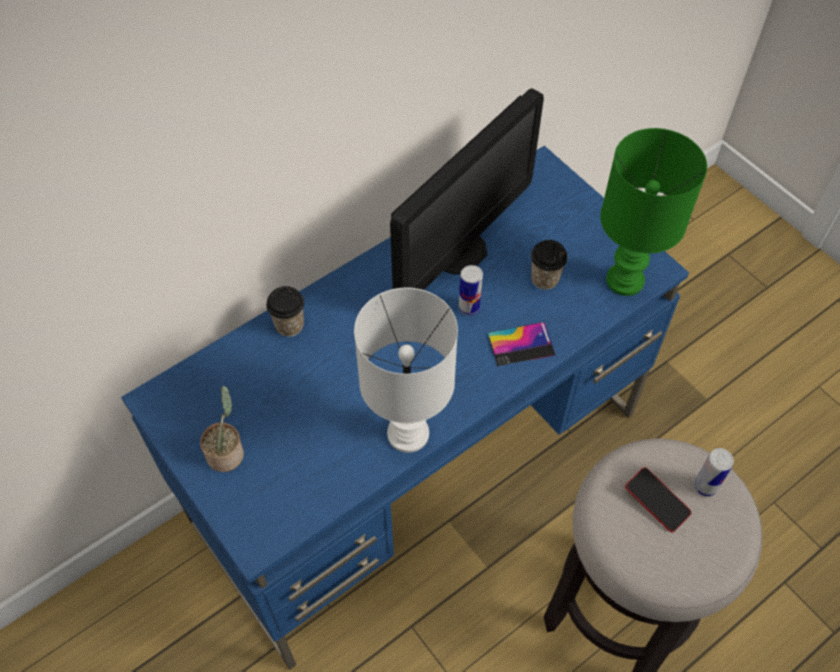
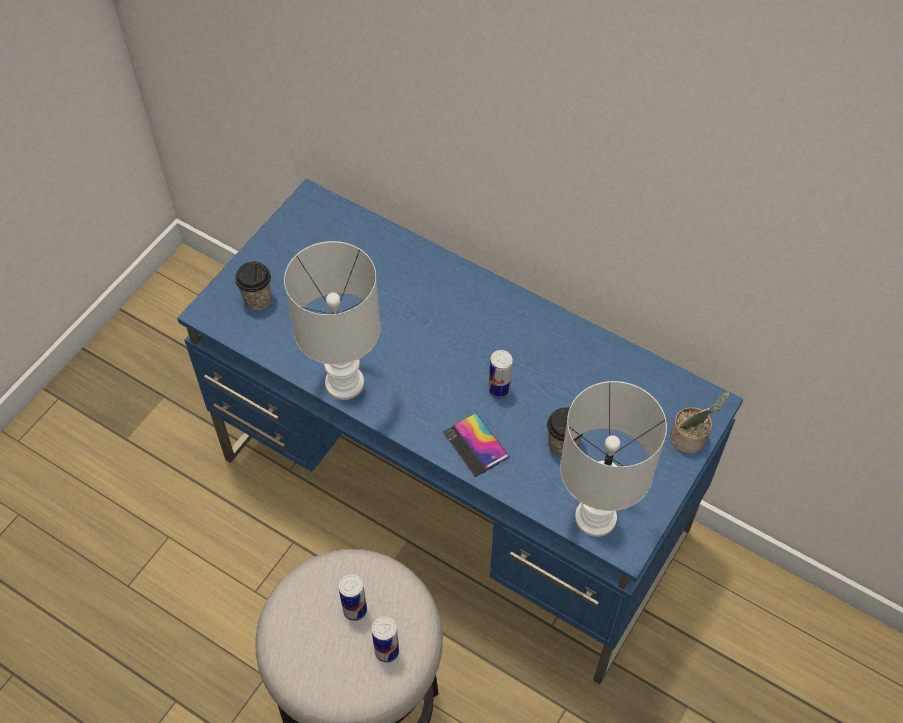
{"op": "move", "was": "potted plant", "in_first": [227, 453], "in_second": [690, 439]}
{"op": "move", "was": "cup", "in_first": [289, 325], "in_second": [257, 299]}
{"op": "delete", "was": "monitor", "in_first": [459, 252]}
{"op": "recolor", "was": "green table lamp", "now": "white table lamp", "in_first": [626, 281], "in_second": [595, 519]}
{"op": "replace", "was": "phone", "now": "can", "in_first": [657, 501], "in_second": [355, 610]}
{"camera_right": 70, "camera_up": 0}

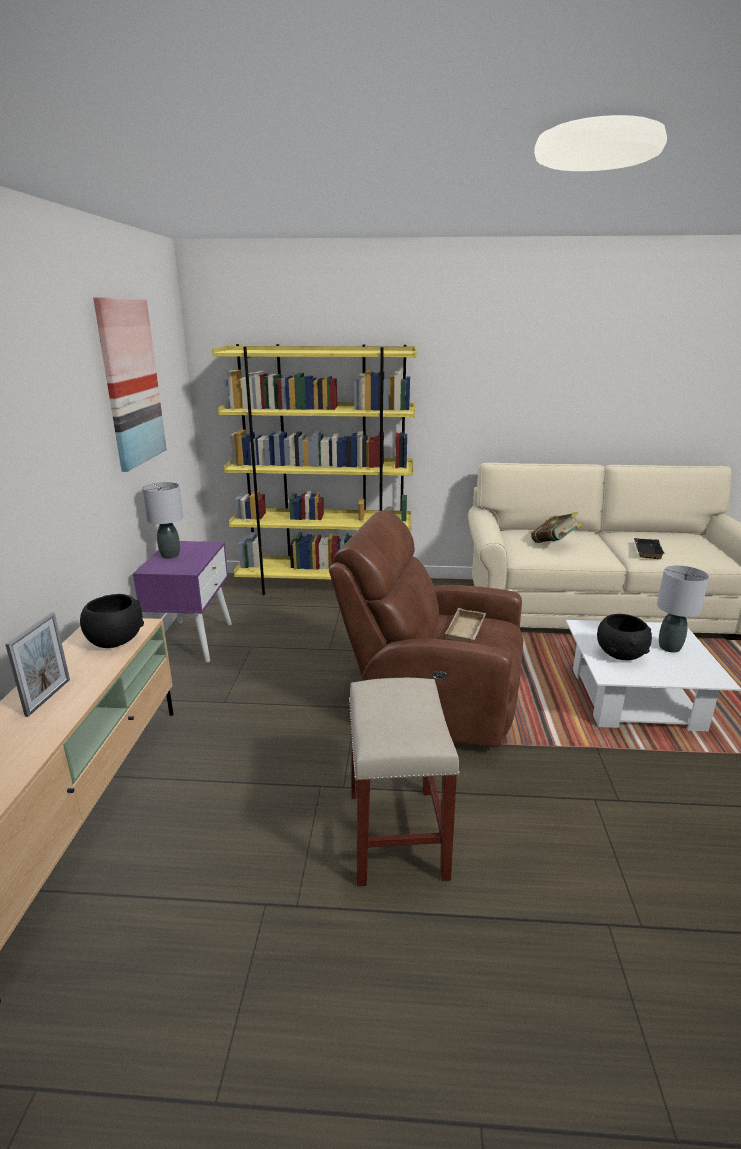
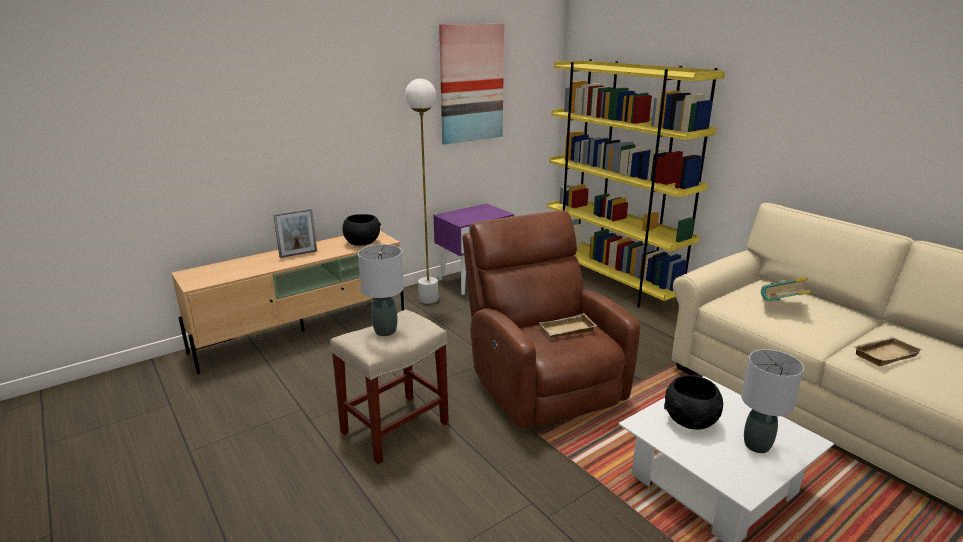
{"op": "move", "was": "grey table lamp", "in_first": [170, 555], "in_second": [385, 331]}
{"op": "recolor", "was": "black tray", "now": "beige tray", "in_first": [646, 551], "in_second": [884, 354]}
{"op": "insert", "now": "white floor lamp", "in_second": [428, 299]}
{"camera_right": 50, "camera_up": 0}

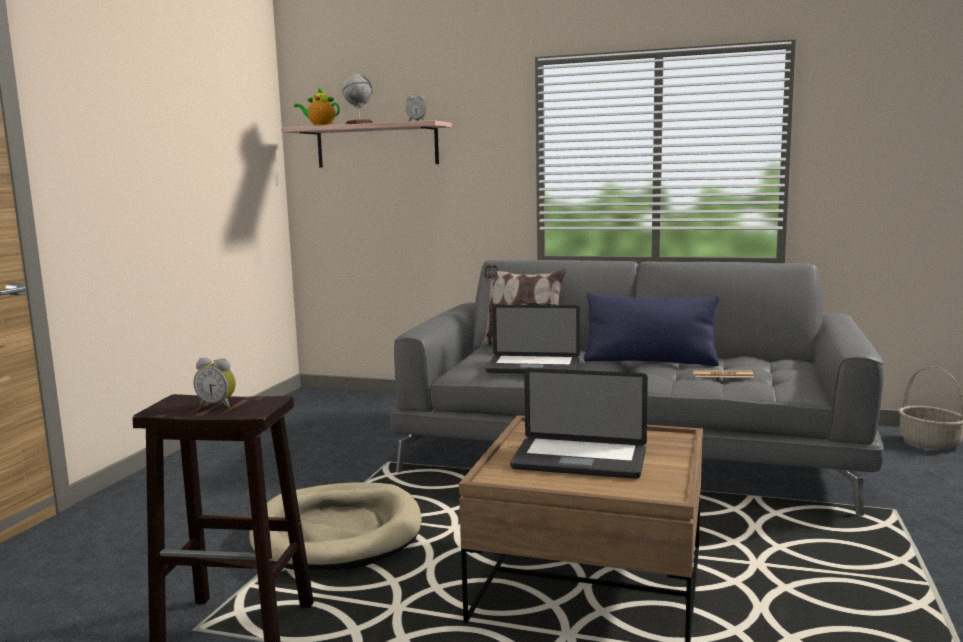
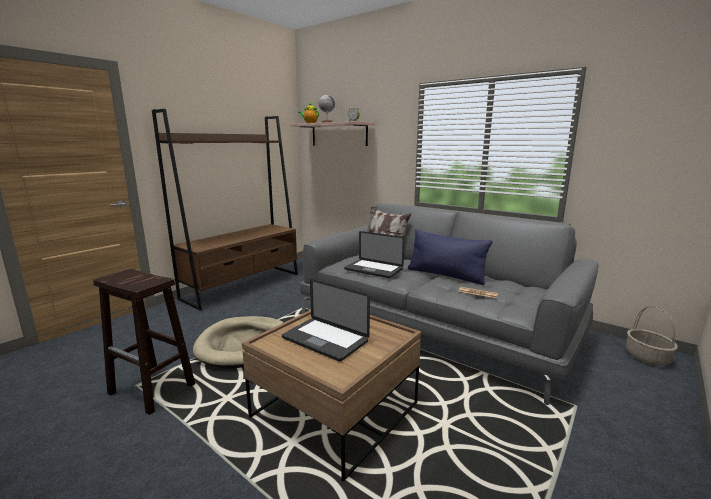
{"op": "delete", "was": "alarm clock", "in_first": [218, 405]}
{"op": "insert", "now": "brown bookcase", "in_second": [243, 286]}
{"camera_right": 20, "camera_up": 5}

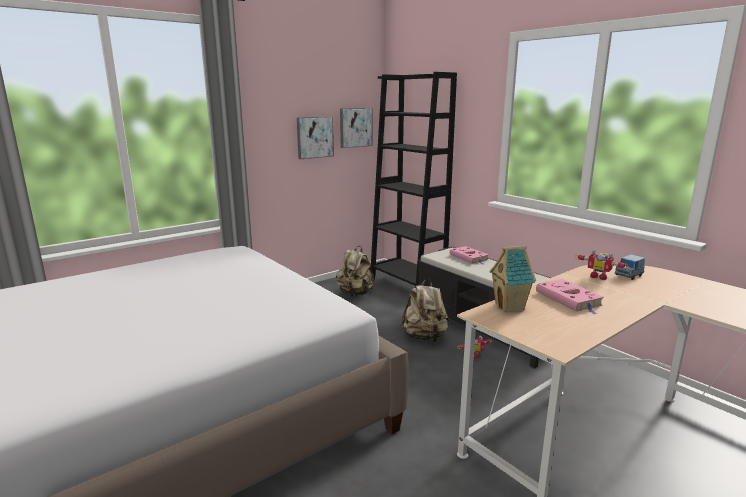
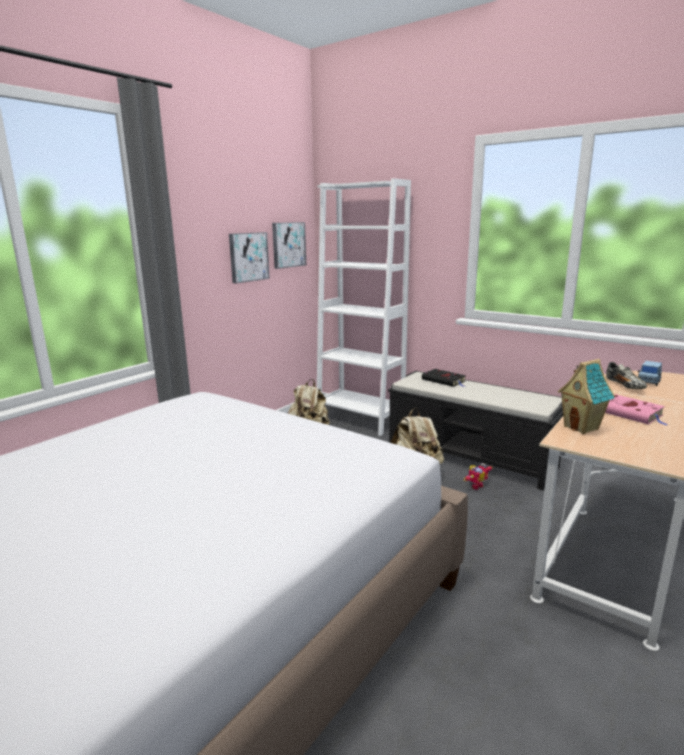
{"op": "recolor", "was": "black bookcase", "now": "white bookcase", "in_first": [407, 286], "in_second": [360, 419]}
{"op": "recolor", "was": "pink book", "now": "black book", "in_first": [469, 257], "in_second": [444, 381]}
{"op": "replace", "was": "toy robot", "now": "shoe", "in_first": [599, 276], "in_second": [624, 386]}
{"camera_right": -15, "camera_up": 0}

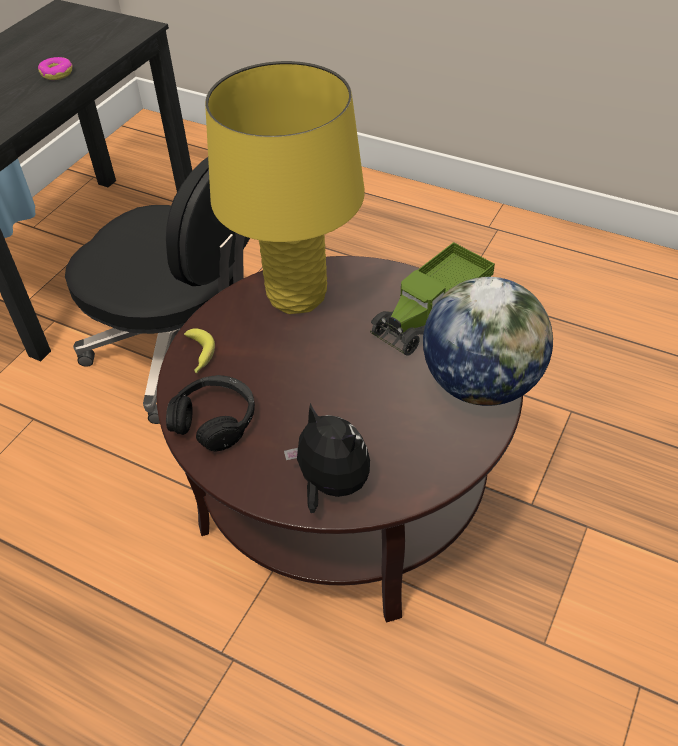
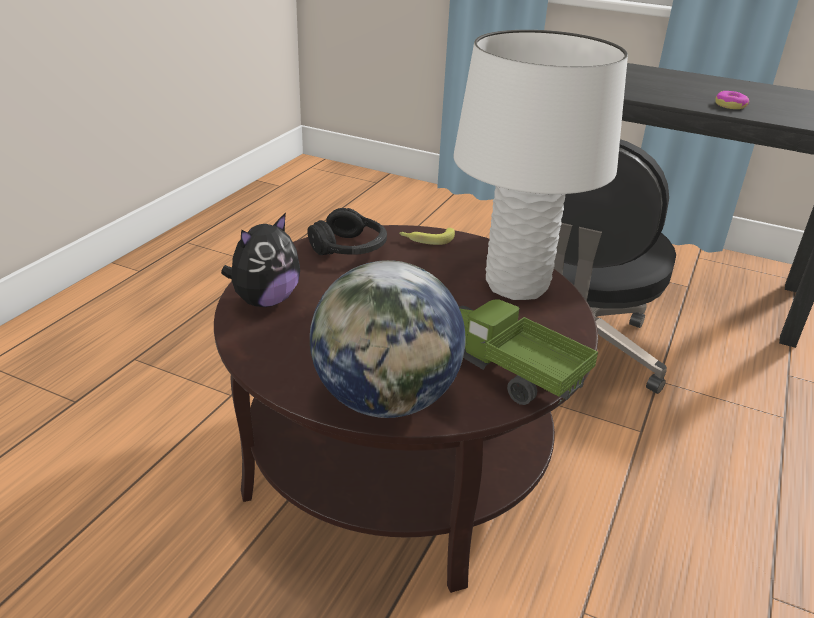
{"op": "recolor", "was": "yellow table lamp", "now": "white table lamp", "in_first": [296, 296], "in_second": [516, 285]}
{"camera_right": 85, "camera_up": -15}

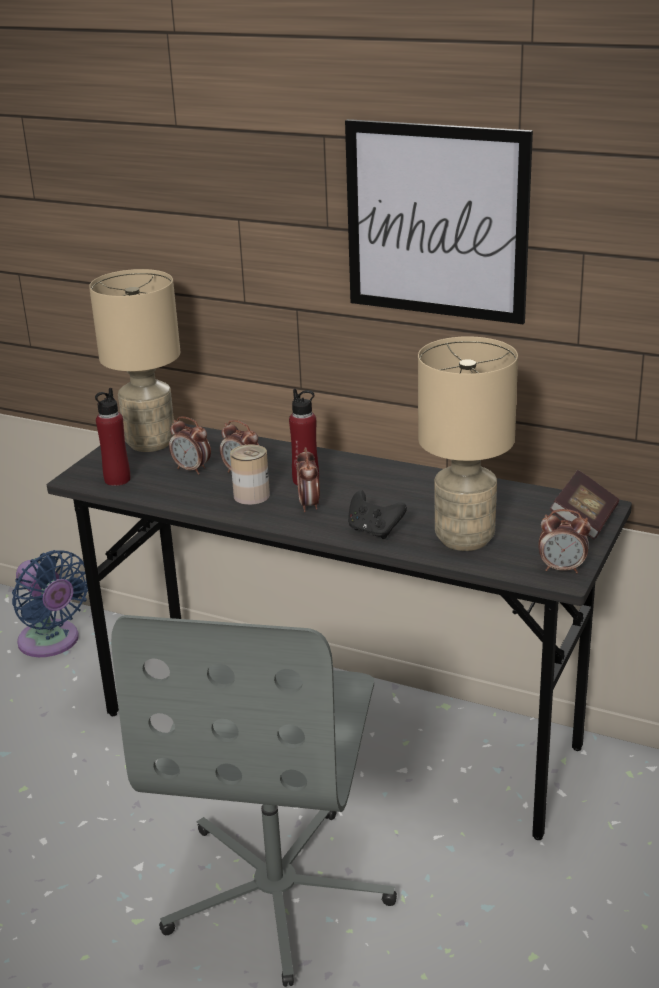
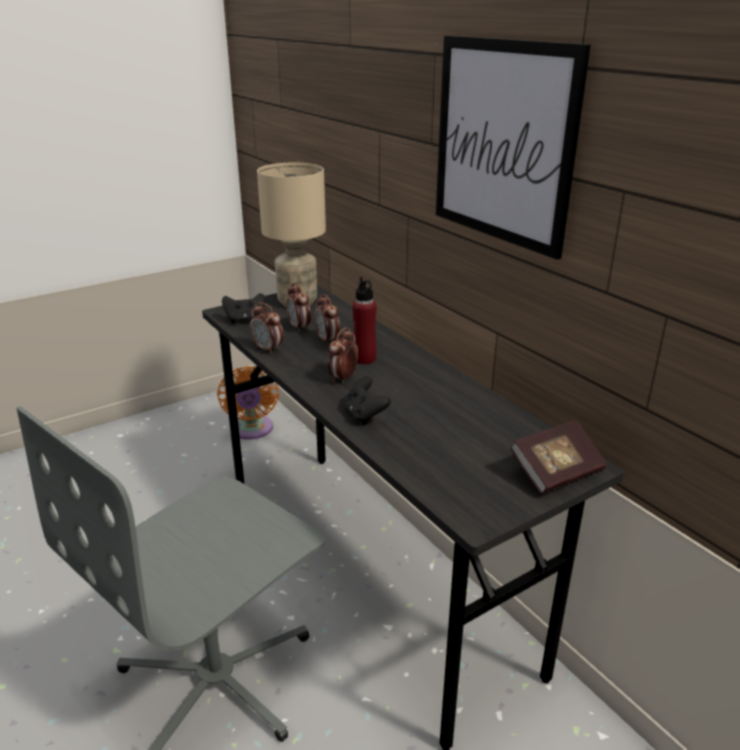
{"op": "recolor", "was": "blue fan", "now": "orange fan", "in_first": [52, 642], "in_second": [252, 430]}
{"op": "replace", "was": "red bottle", "now": "black game controller", "in_first": [117, 479], "in_second": [245, 319]}
{"op": "delete", "was": "can", "in_first": [251, 495]}
{"op": "delete", "was": "beige table lamp", "in_first": [465, 538]}
{"op": "move", "was": "alarm clock", "in_first": [562, 568], "in_second": [268, 349]}
{"camera_right": 30, "camera_up": 0}

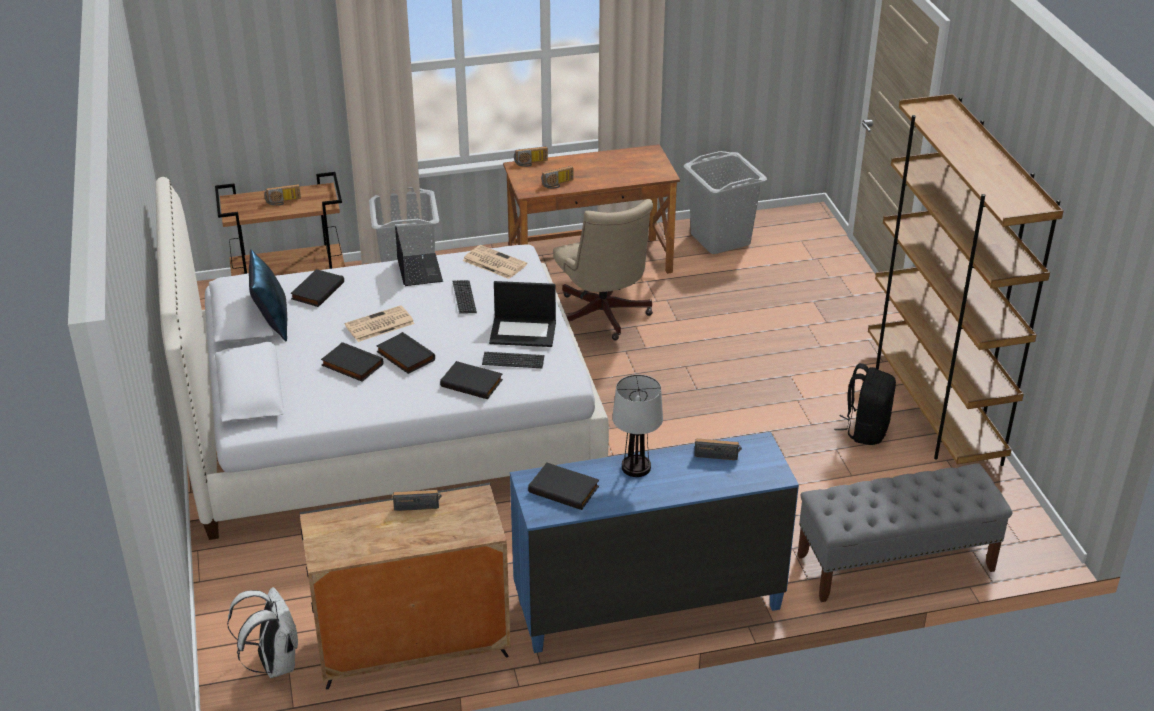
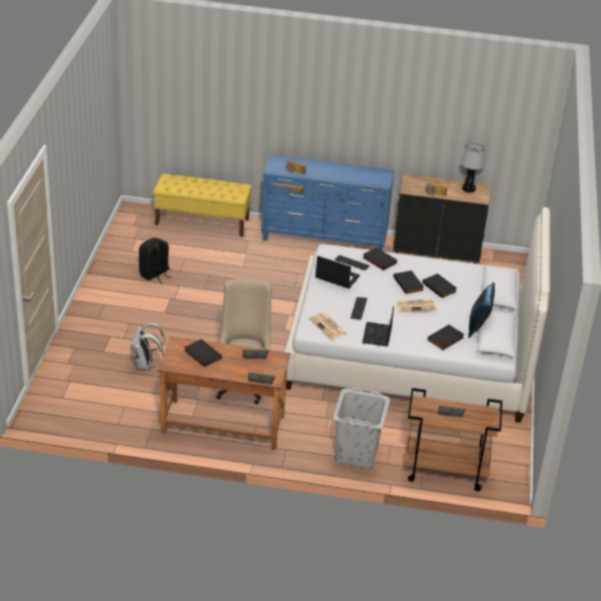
{"op": "move", "was": "white backpack", "in_first": [273, 663], "in_second": [145, 365]}
{"op": "move", "was": "black book", "in_first": [565, 488], "in_second": [202, 355]}
{"op": "move", "was": "table lamp", "in_first": [636, 467], "in_second": [468, 189]}
{"op": "delete", "was": "grey laundry basket", "in_first": [720, 239]}
{"op": "recolor", "was": "grey bench", "now": "yellow bench", "in_first": [895, 563], "in_second": [202, 222]}
{"op": "delete", "was": "brown bookcase", "in_first": [933, 408]}
{"camera_right": -160, "camera_up": 0}

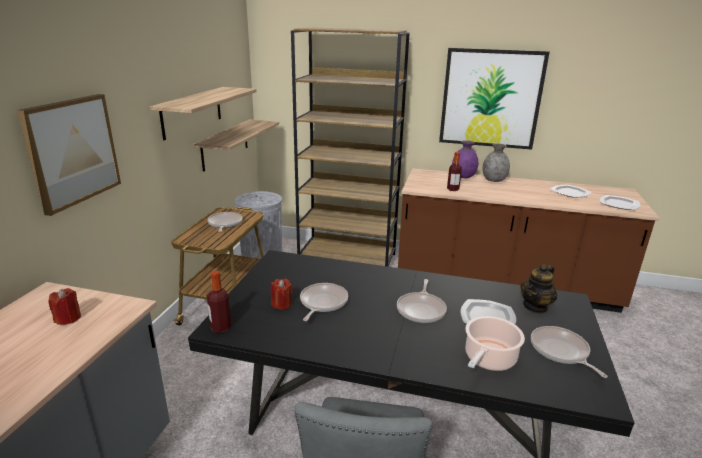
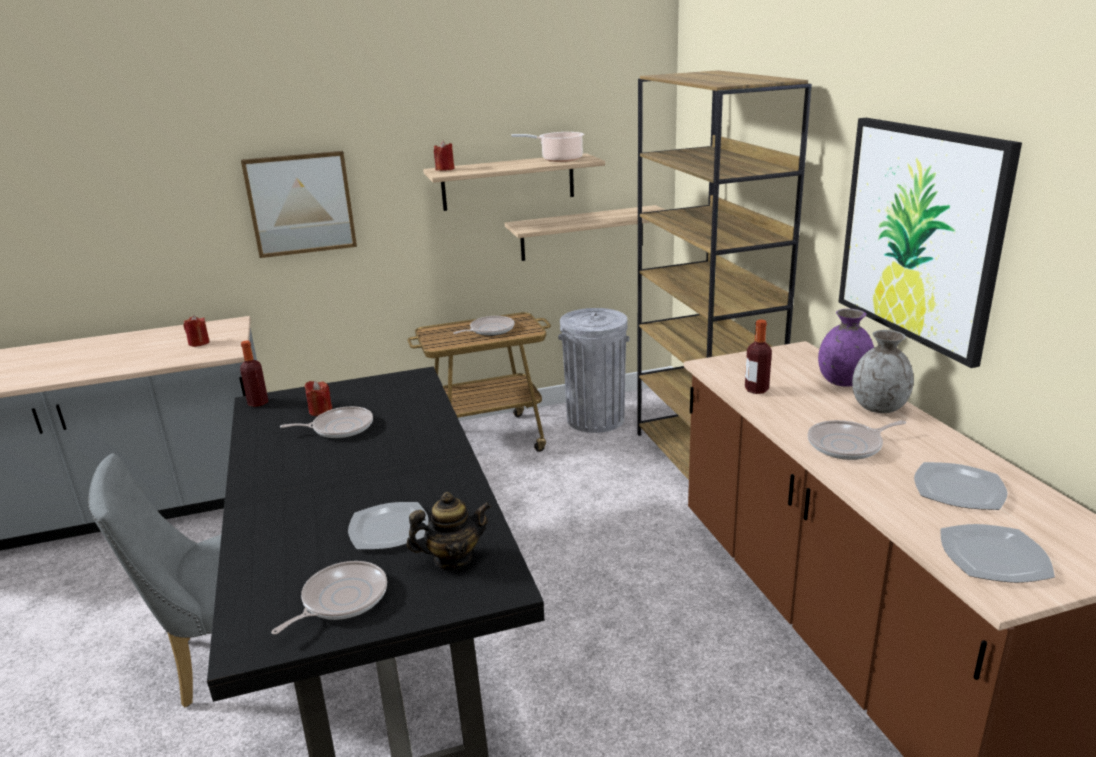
{"op": "move", "was": "frying pan", "in_first": [421, 309], "in_second": [848, 445]}
{"op": "move", "was": "cooking pot", "in_first": [488, 359], "in_second": [559, 159]}
{"op": "rotate", "was": "teapot", "in_first": [535, 306], "in_second": [453, 559], "clockwise": 150}
{"op": "insert", "now": "red candle", "in_second": [445, 169]}
{"camera_right": 60, "camera_up": 0}

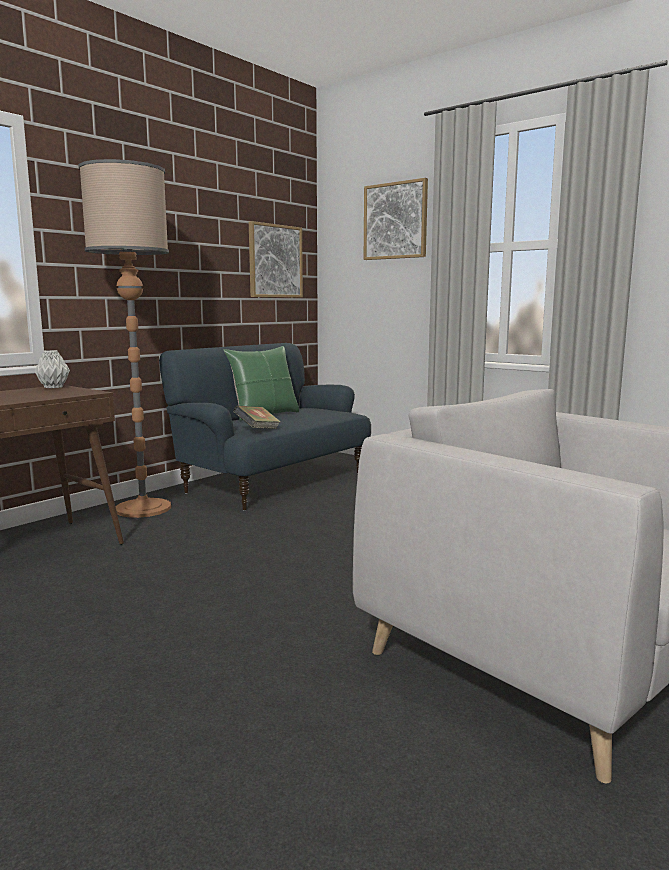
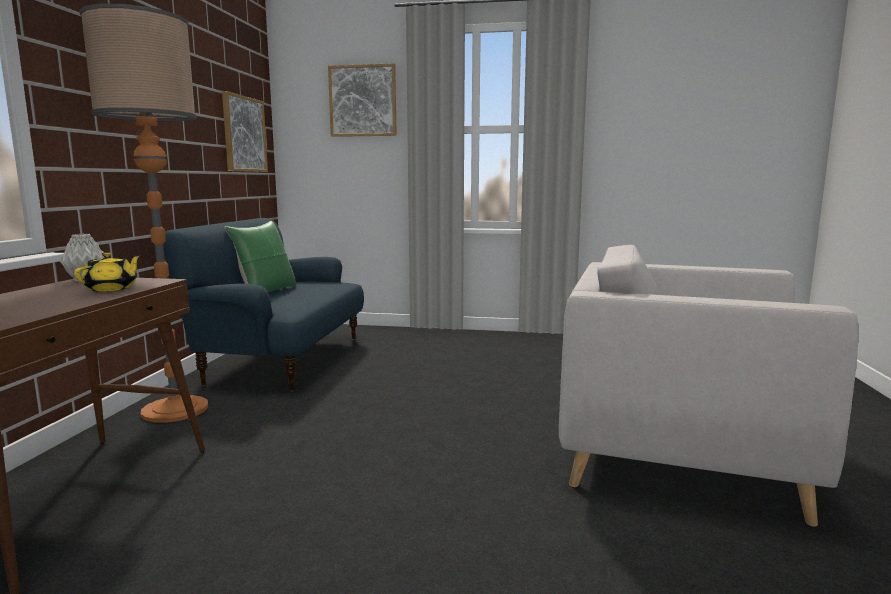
{"op": "delete", "was": "book", "in_first": [257, 430]}
{"op": "insert", "now": "yellow teapot", "in_second": [111, 288]}
{"camera_right": -30, "camera_up": 0}

